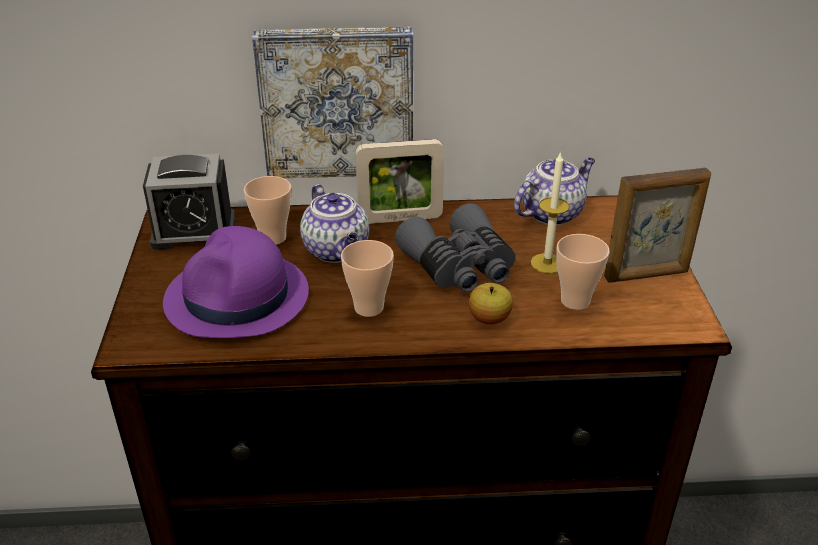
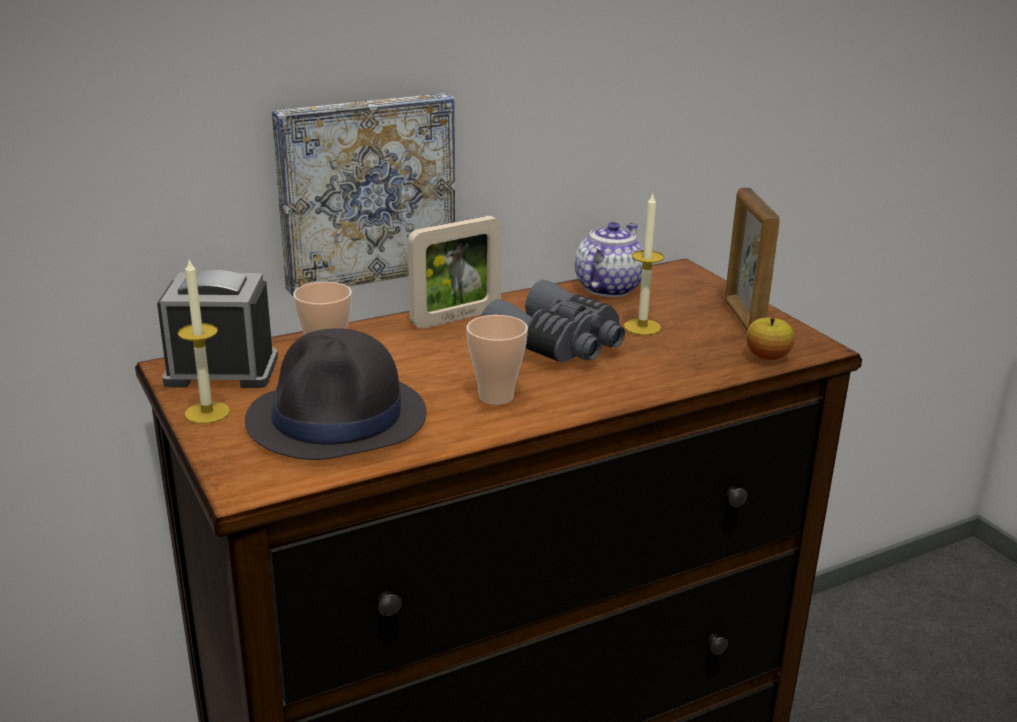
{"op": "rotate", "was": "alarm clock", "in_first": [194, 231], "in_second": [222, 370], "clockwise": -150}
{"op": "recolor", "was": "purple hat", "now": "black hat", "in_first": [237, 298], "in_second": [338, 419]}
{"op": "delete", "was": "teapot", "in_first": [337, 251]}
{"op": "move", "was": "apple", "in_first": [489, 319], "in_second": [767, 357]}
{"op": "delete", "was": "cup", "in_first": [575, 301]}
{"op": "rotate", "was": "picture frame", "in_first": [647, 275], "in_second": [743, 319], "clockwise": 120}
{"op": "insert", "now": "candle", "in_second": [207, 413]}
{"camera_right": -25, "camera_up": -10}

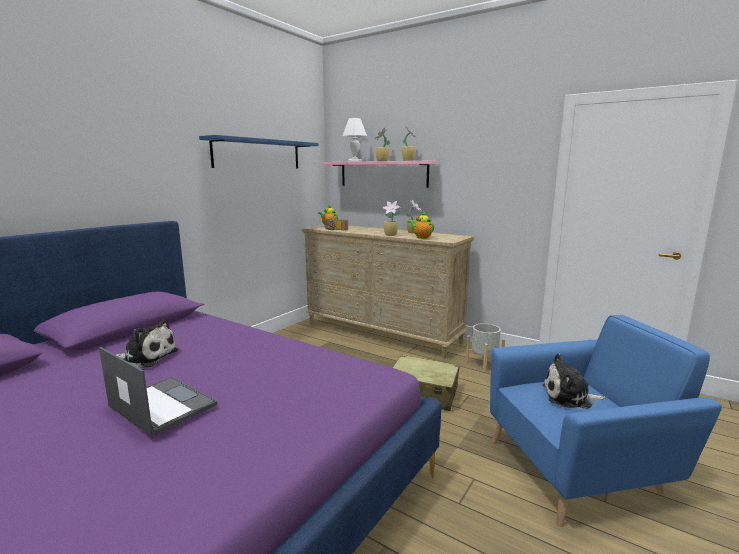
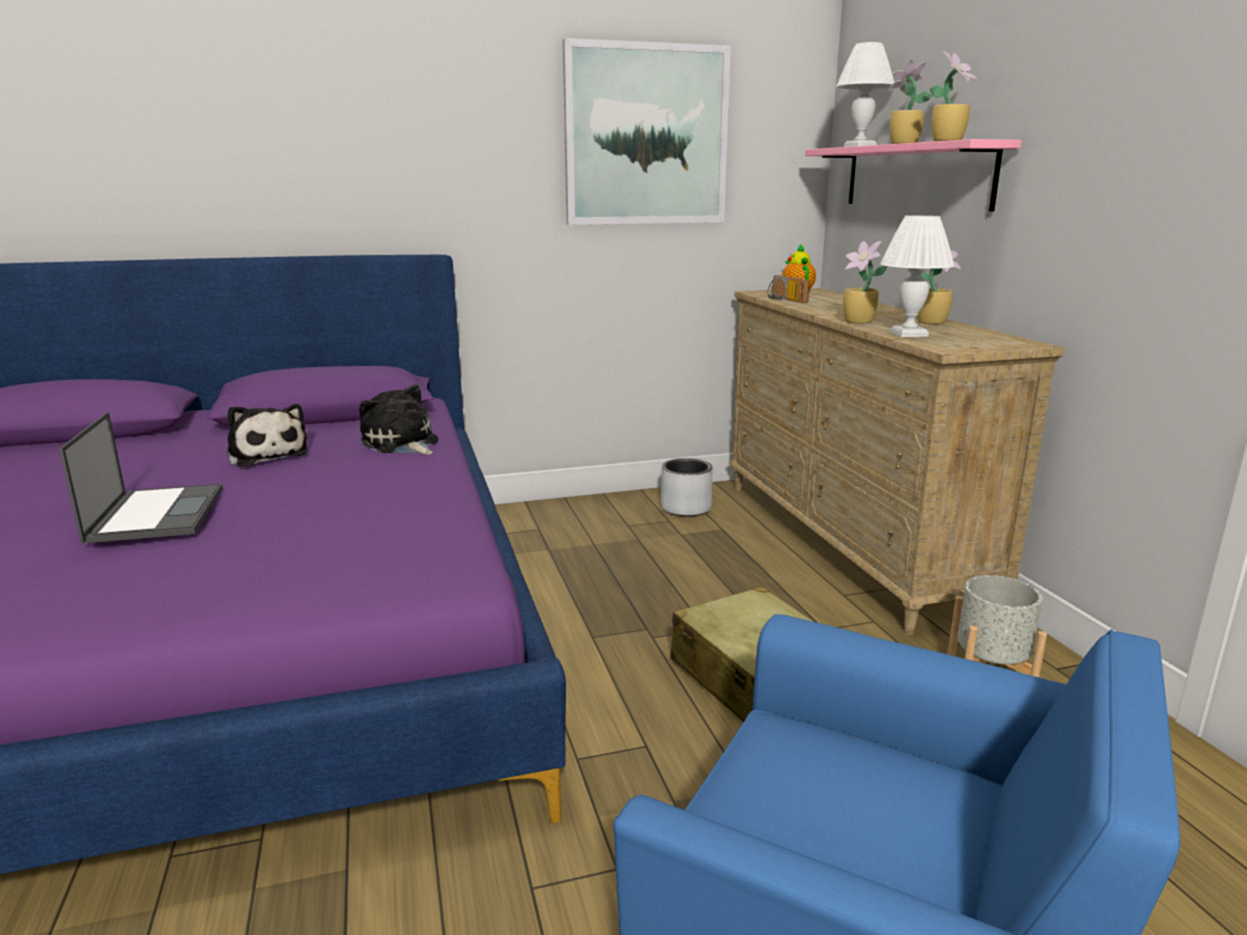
{"op": "replace", "was": "blue shelf", "now": "picture", "in_first": [258, 154], "in_second": [646, 136]}
{"op": "replace", "was": "teapot", "now": "white table lamp", "in_first": [421, 237], "in_second": [910, 334]}
{"op": "move", "was": "plush toy", "in_first": [569, 397], "in_second": [401, 444]}
{"op": "insert", "now": "grey planter", "in_second": [686, 508]}
{"camera_right": 40, "camera_up": 5}

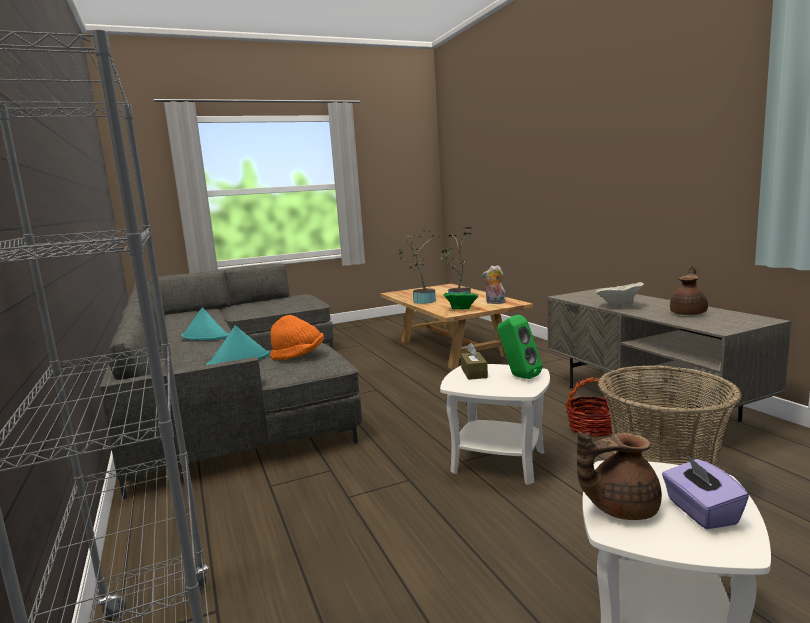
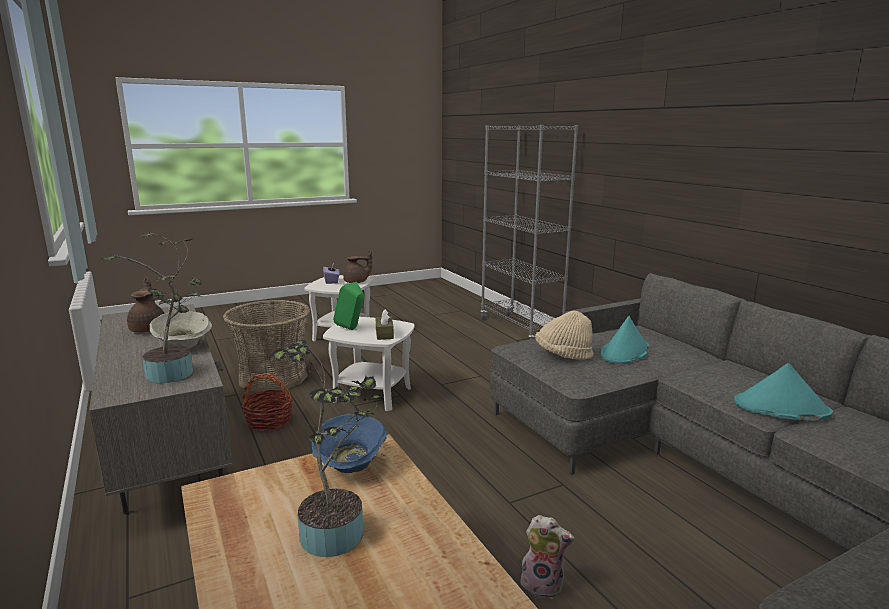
{"op": "recolor", "was": "orange hat", "now": "beige hat", "in_first": [299, 356], "in_second": [563, 355]}
{"op": "move", "was": "potted plant", "in_first": [421, 301], "in_second": [174, 374]}
{"op": "recolor", "was": "green bowl", "now": "blue bowl", "in_first": [461, 309], "in_second": [350, 467]}
{"op": "move", "was": "plush toy", "in_first": [494, 303], "in_second": [543, 584]}
{"op": "rotate", "was": "brown teapot", "in_first": [689, 313], "in_second": [149, 329], "clockwise": 135}
{"camera_right": 175, "camera_up": 5}

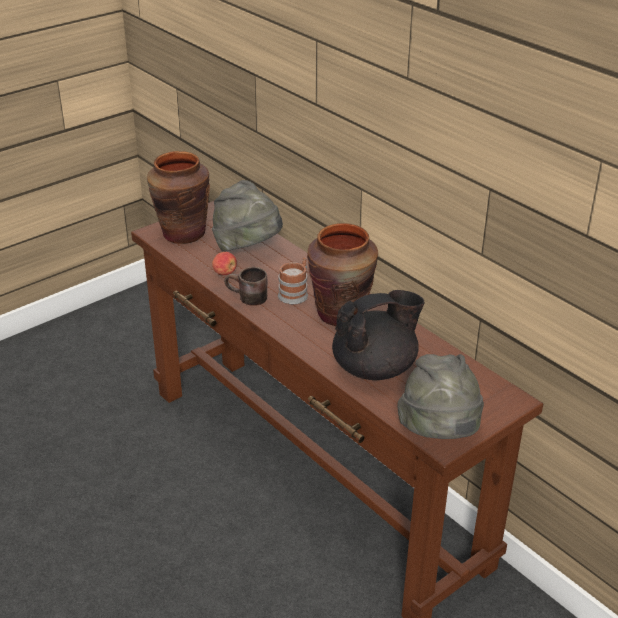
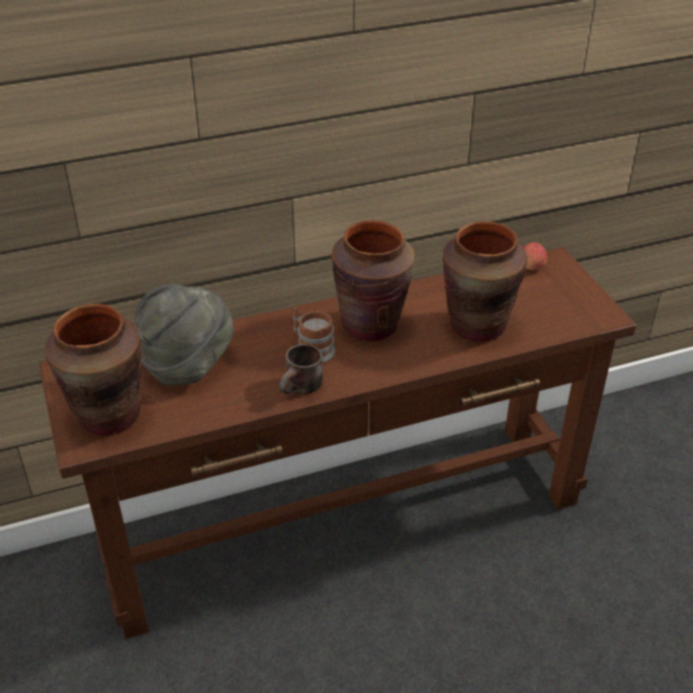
{"op": "move", "was": "apple", "in_first": [225, 273], "in_second": [531, 267]}
{"op": "replace", "was": "black teapot", "now": "brown vase", "in_first": [375, 368], "in_second": [477, 326]}
{"op": "delete", "was": "grey hat", "in_first": [439, 435]}
{"camera_right": -70, "camera_up": 5}

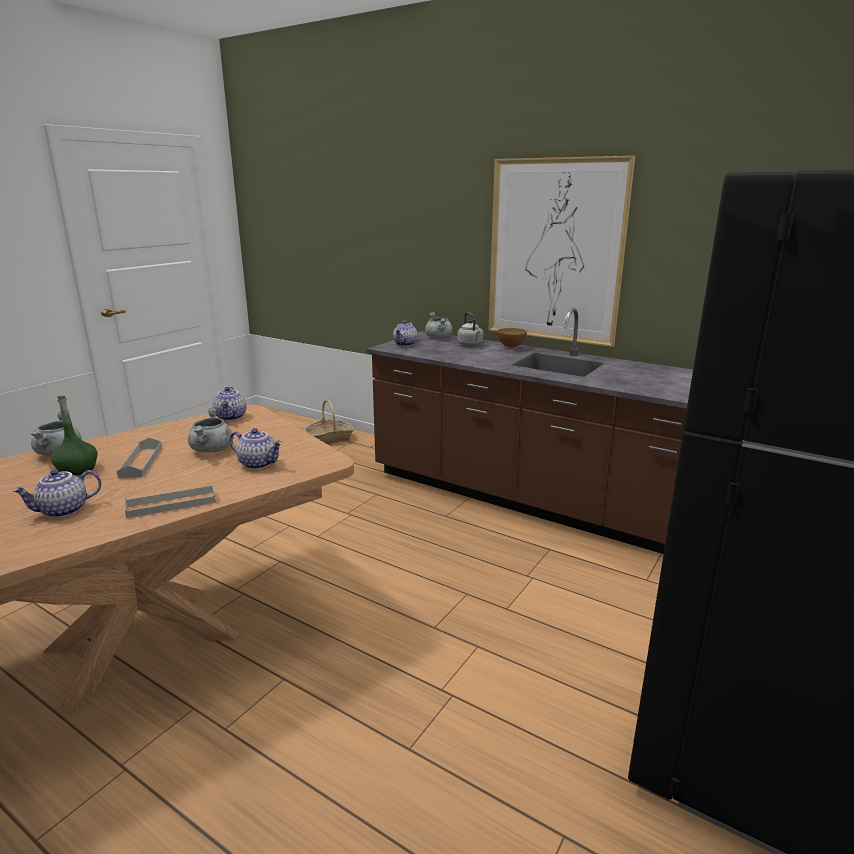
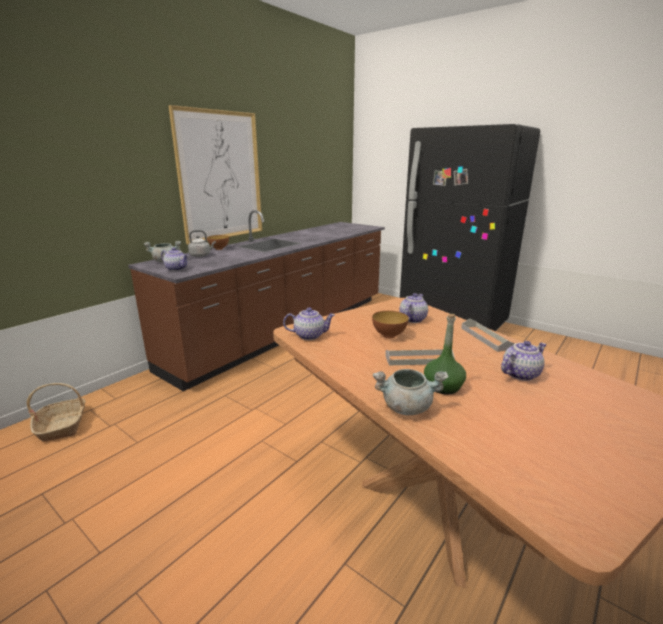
{"op": "rotate", "was": "teapot", "in_first": [63, 511], "in_second": [520, 374], "clockwise": -90}
{"op": "replace", "was": "grey cooking pot", "now": "bowl", "in_first": [212, 450], "in_second": [389, 335]}
{"camera_right": -85, "camera_up": 0}

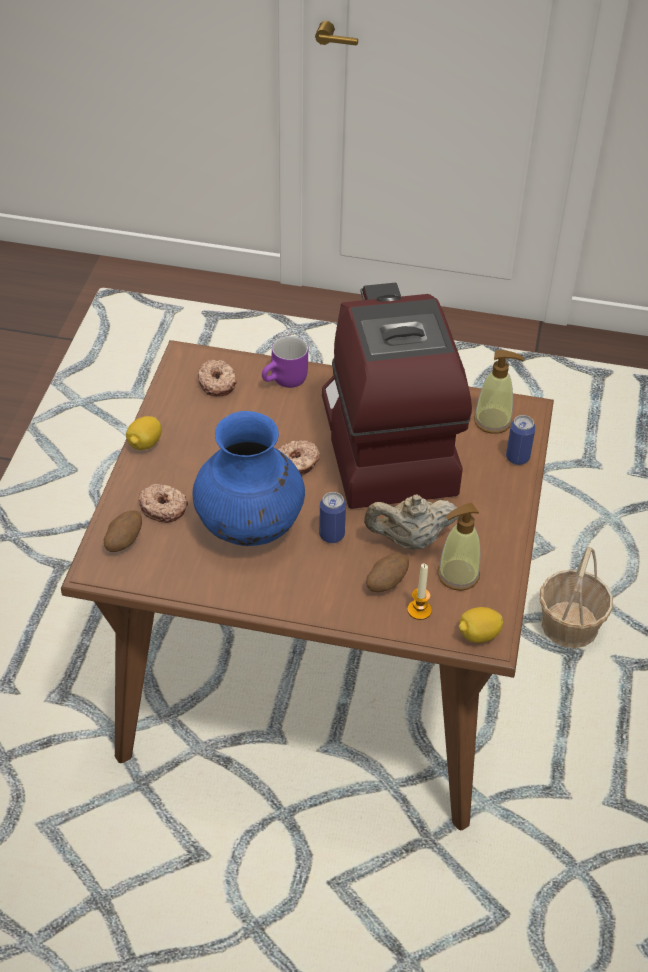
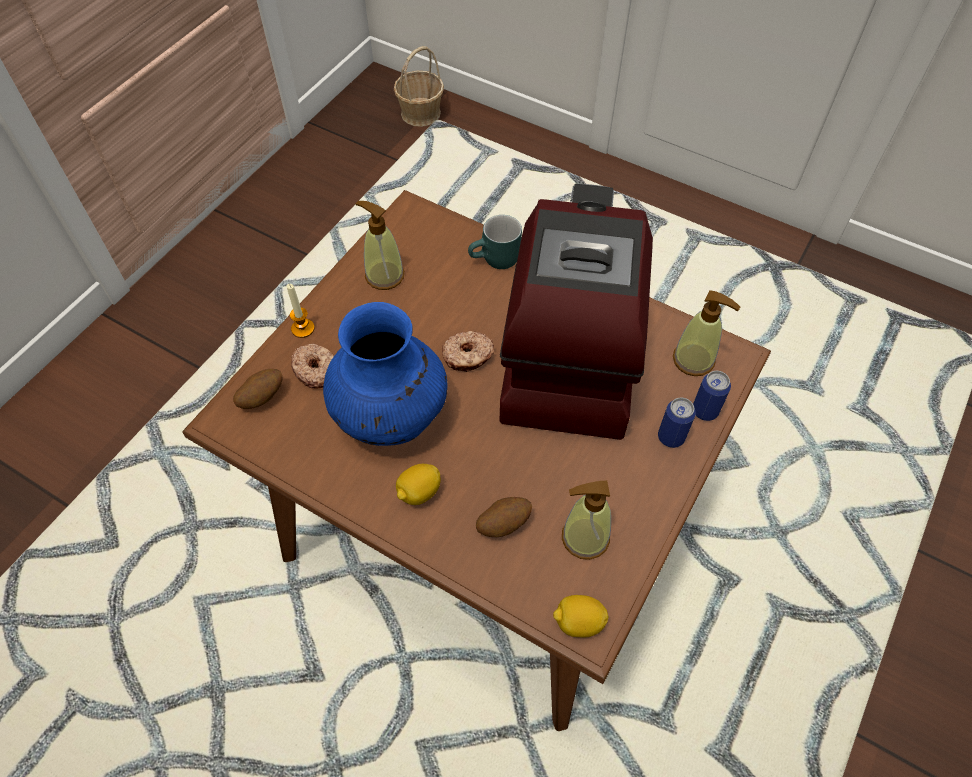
{"op": "move", "was": "lemon", "in_first": [145, 444], "in_second": [419, 492]}
{"op": "delete", "was": "donut", "in_first": [217, 383]}
{"op": "recolor", "was": "purple mug", "now": "turquoise mug", "in_first": [286, 381], "in_second": [496, 261]}
{"op": "move", "was": "can", "in_first": [331, 535], "in_second": [671, 437]}
{"op": "delete", "was": "beige teapot", "in_first": [409, 540]}
{"op": "move", "was": "candle", "in_first": [419, 610], "in_second": [303, 328]}
{"op": "move", "was": "basket", "in_first": [569, 627], "in_second": [420, 113]}
{"op": "insert", "now": "soap dispenser", "in_second": [384, 275]}
{"camera_right": 20, "camera_up": 10}

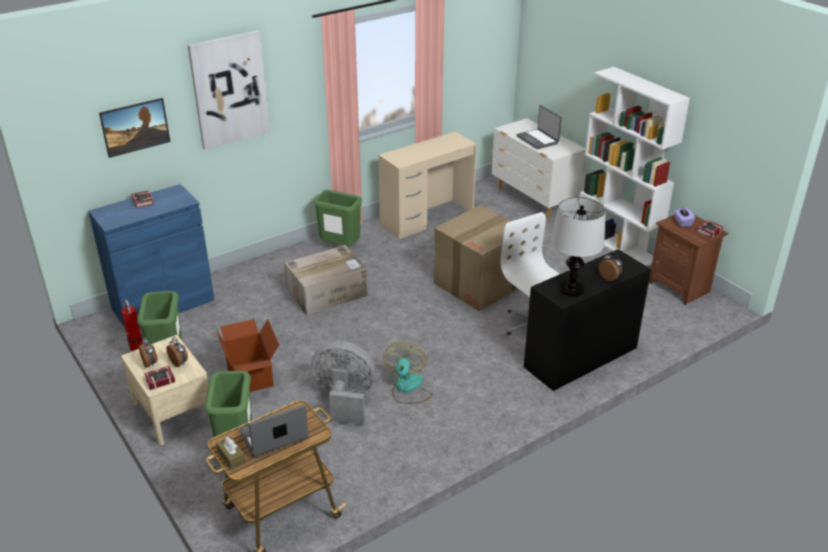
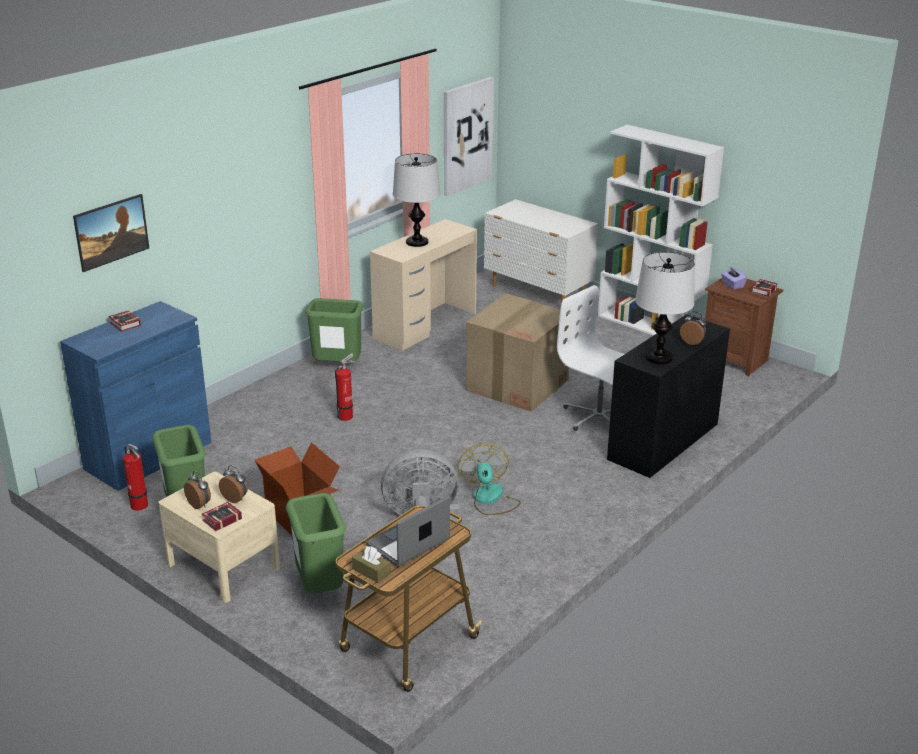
{"op": "move", "was": "picture", "in_first": [229, 90], "in_second": [466, 136]}
{"op": "replace", "was": "cardboard box", "now": "fire extinguisher", "in_first": [328, 292], "in_second": [347, 416]}
{"op": "delete", "was": "laptop", "in_first": [538, 139]}
{"op": "insert", "now": "table lamp", "in_second": [417, 242]}
{"camera_right": -15, "camera_up": -5}

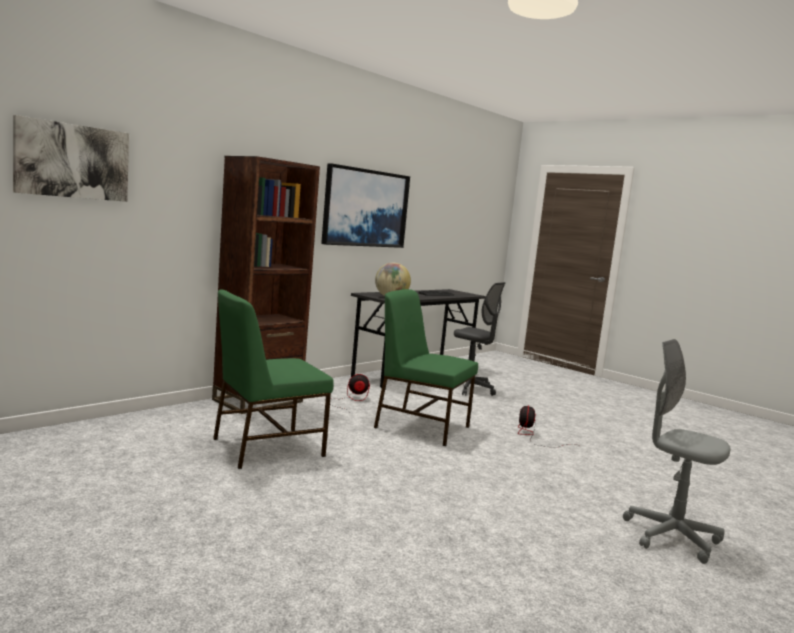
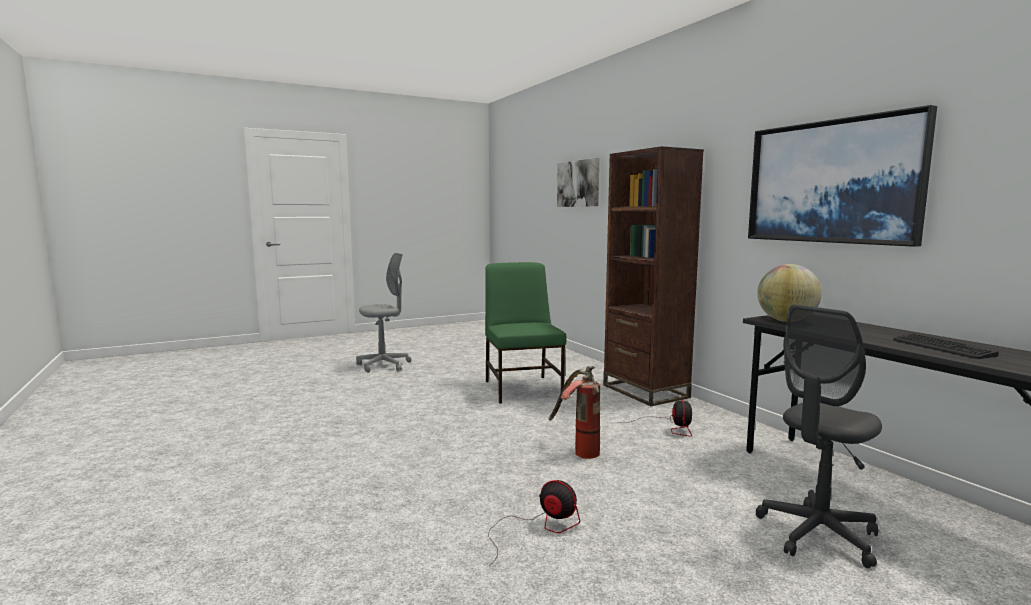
{"op": "replace", "was": "green chair", "now": "fire extinguisher", "in_first": [421, 426], "in_second": [577, 451]}
{"op": "move", "was": "grey office chair", "in_first": [671, 537], "in_second": [383, 365]}
{"camera_right": 110, "camera_up": 0}

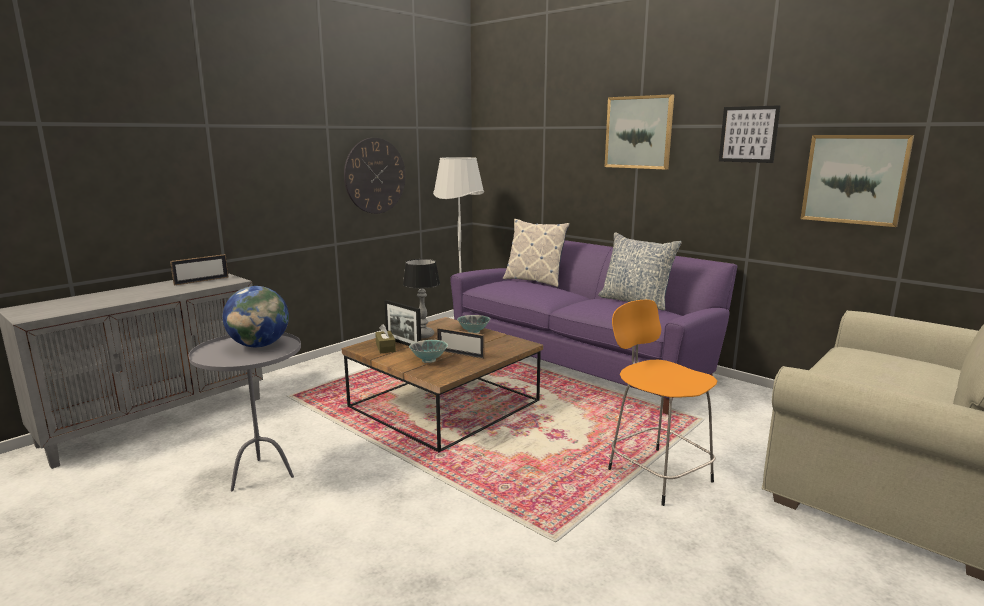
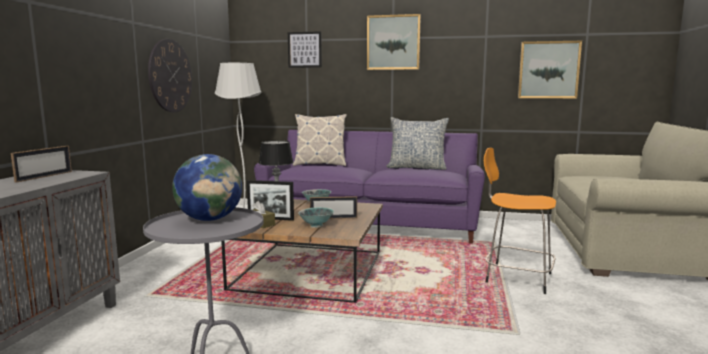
{"op": "move", "was": "picture", "in_first": [748, 134], "in_second": [304, 49]}
{"camera_right": -30, "camera_up": -5}

